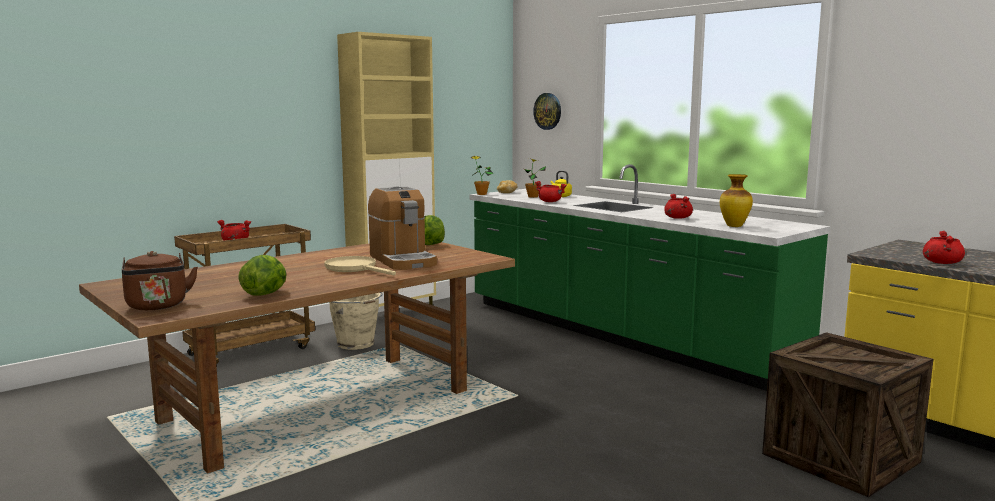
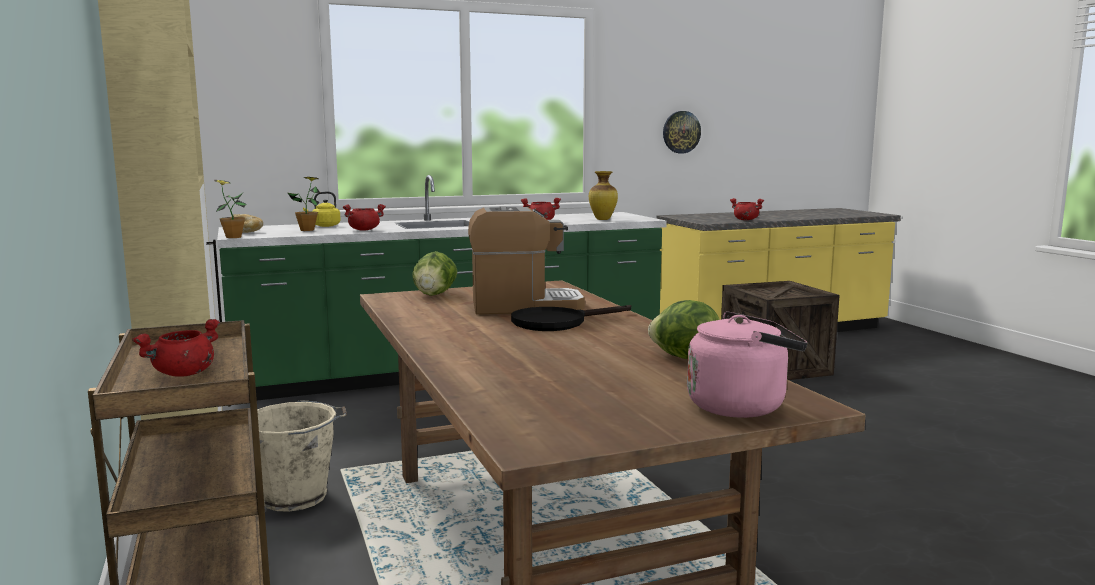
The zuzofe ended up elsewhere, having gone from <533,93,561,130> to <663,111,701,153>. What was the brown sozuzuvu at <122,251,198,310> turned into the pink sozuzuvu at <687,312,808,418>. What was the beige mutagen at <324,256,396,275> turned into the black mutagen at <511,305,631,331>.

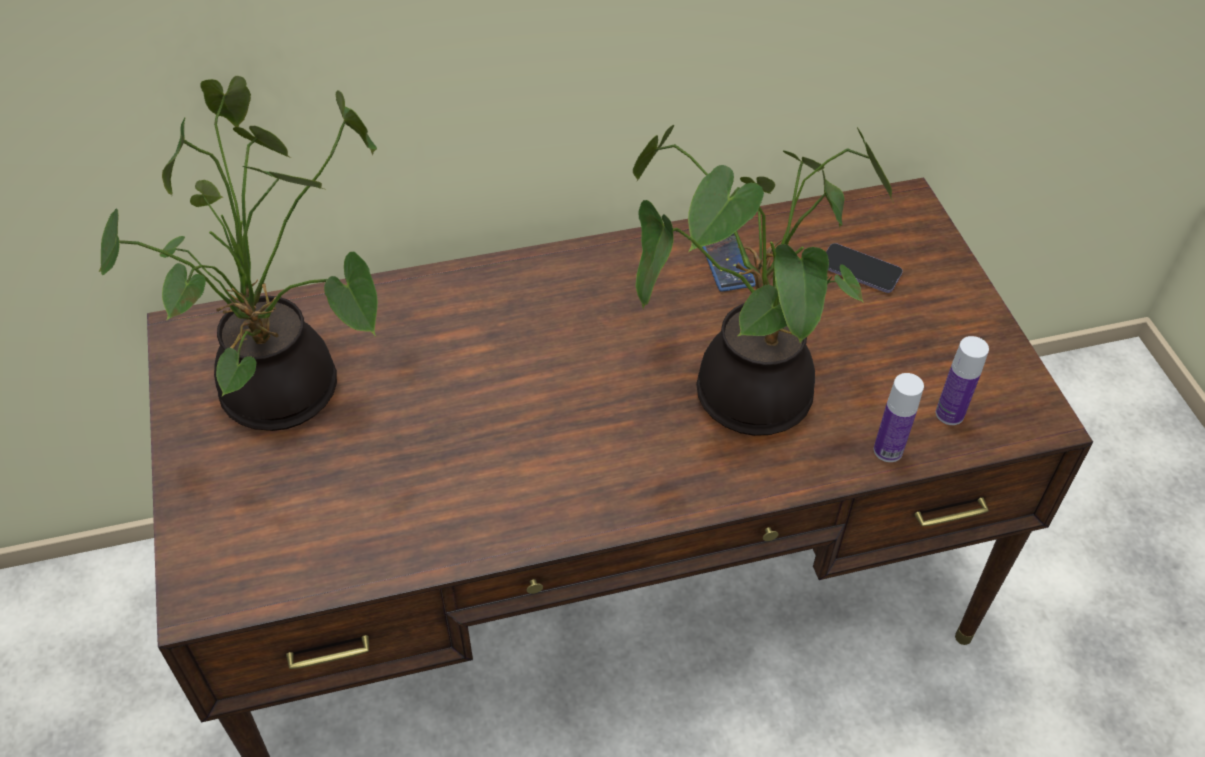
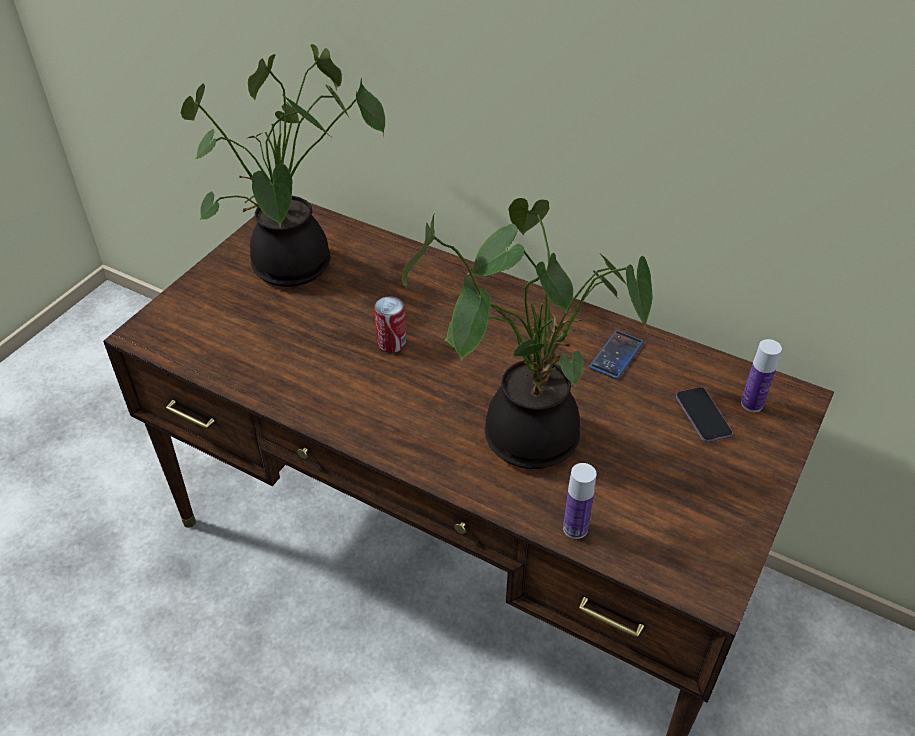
The second view gained the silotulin at <374,296,406,353>. The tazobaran ended up elsewhere, having gone from <936,336,989,425> to <741,339,782,412>.

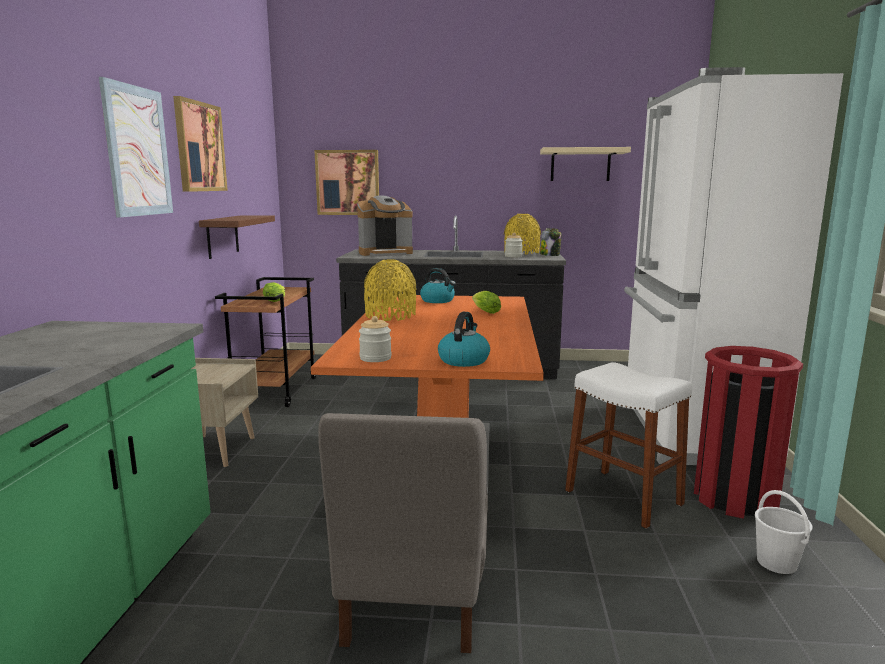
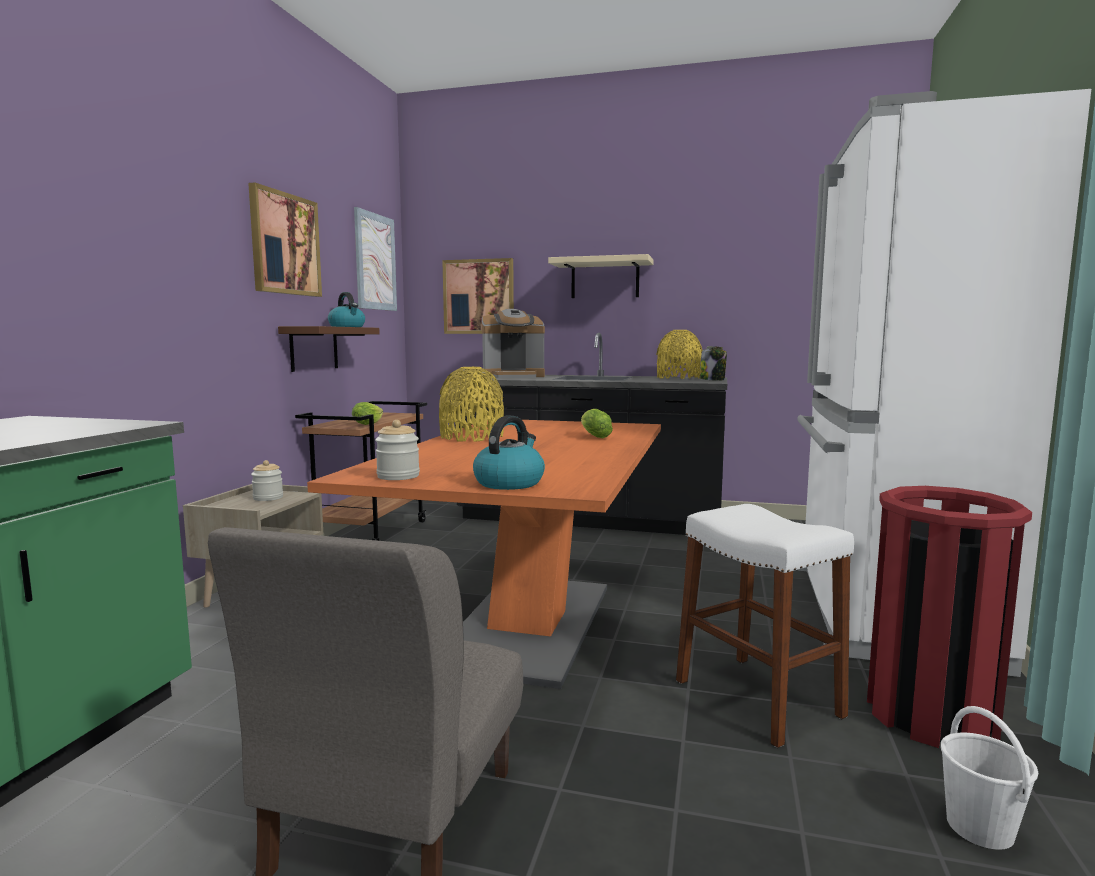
The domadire ended up elsewhere, having gone from <99,77,173,217> to <354,207,397,311>. The sozuzuvu ended up elsewhere, having gone from <420,268,456,303> to <328,292,365,327>. The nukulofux ended up elsewhere, having gone from <505,232,523,257> to <251,460,283,501>. The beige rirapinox ended up elsewhere, having gone from <540,147,631,181> to <548,254,653,298>.

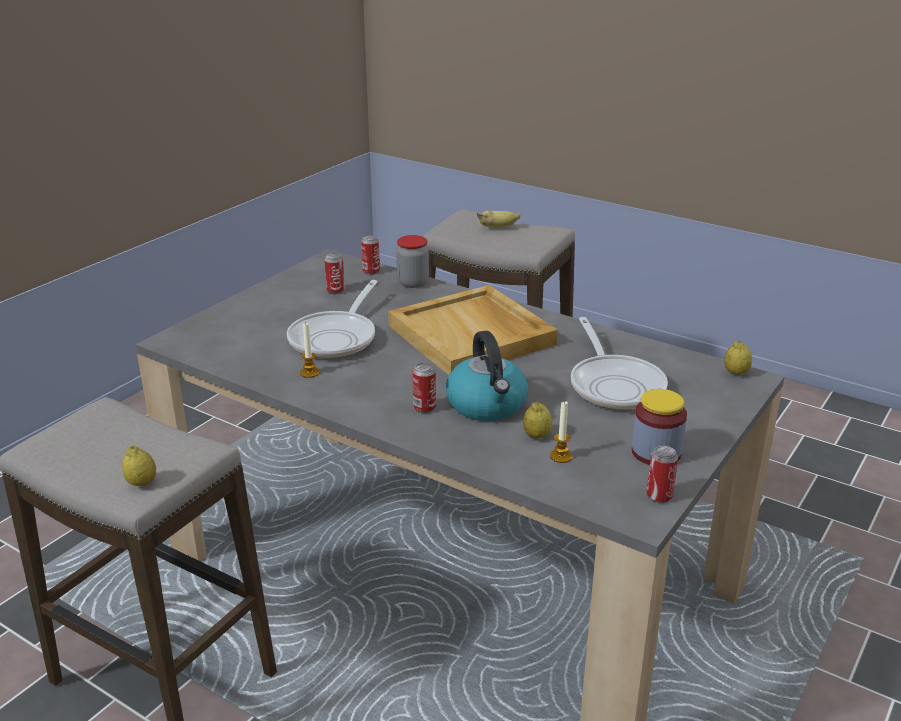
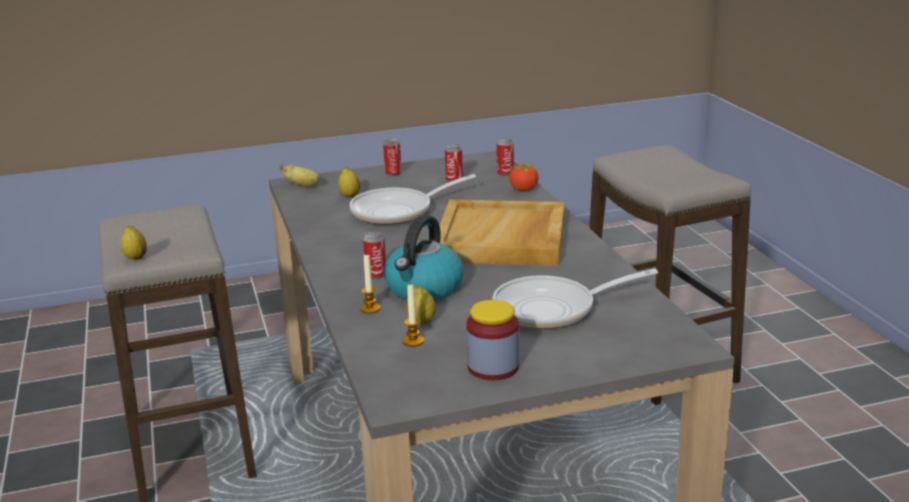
The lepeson ended up elsewhere, having gone from <300,323,319,378> to <360,253,380,314>. The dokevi ended up elsewhere, having gone from <477,211,520,227> to <280,164,320,186>. The silotulin ended up elsewhere, having gone from <647,446,678,503> to <383,138,402,176>. The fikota ended up elsewhere, having gone from <724,341,752,375> to <338,167,360,197>. Where the nukulofux stood at <396,235,429,288>, the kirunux came to stand at <507,163,539,191>. The mutagen at <571,317,668,410> ended up facing another way, 45 degrees clockwise from before.

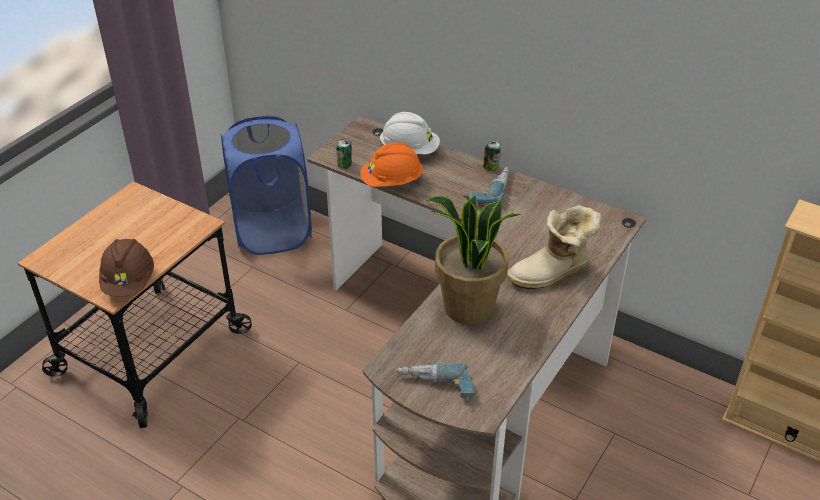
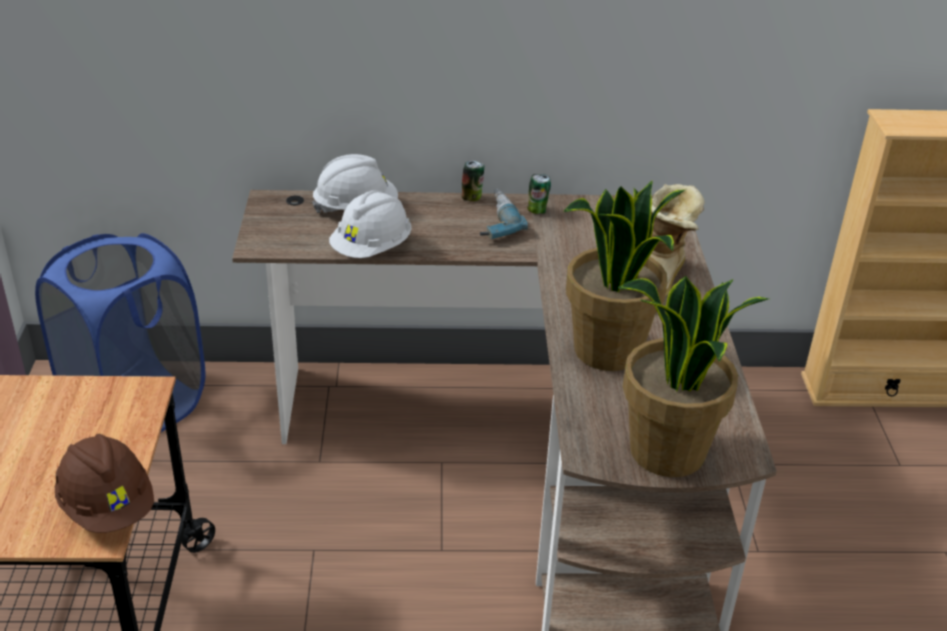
The silotulin ended up elsewhere, having gone from <336,139,352,169> to <527,174,551,214>. Where the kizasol stood at <395,364,475,403>, the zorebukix came to stand at <618,276,769,477>. What was the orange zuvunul at <360,142,423,187> turned into the white zuvunul at <329,190,412,258>.

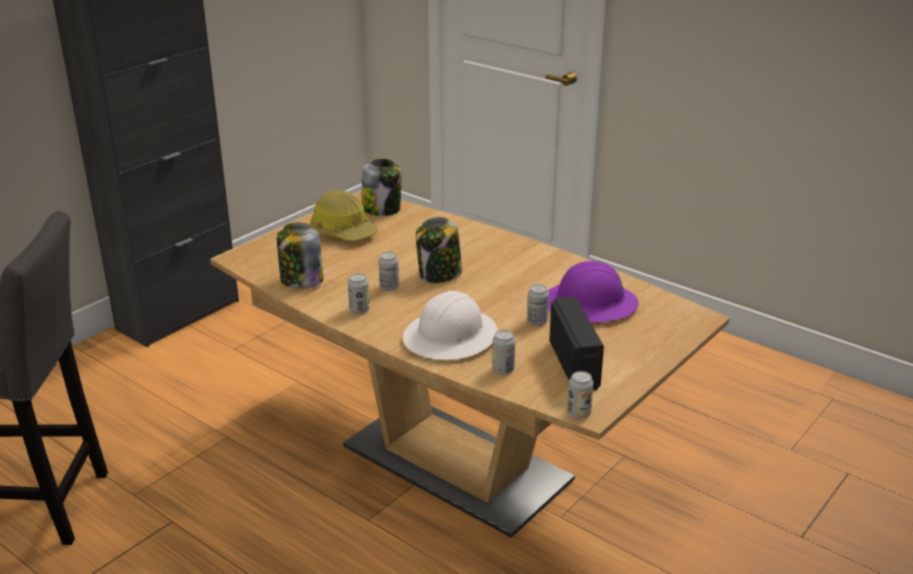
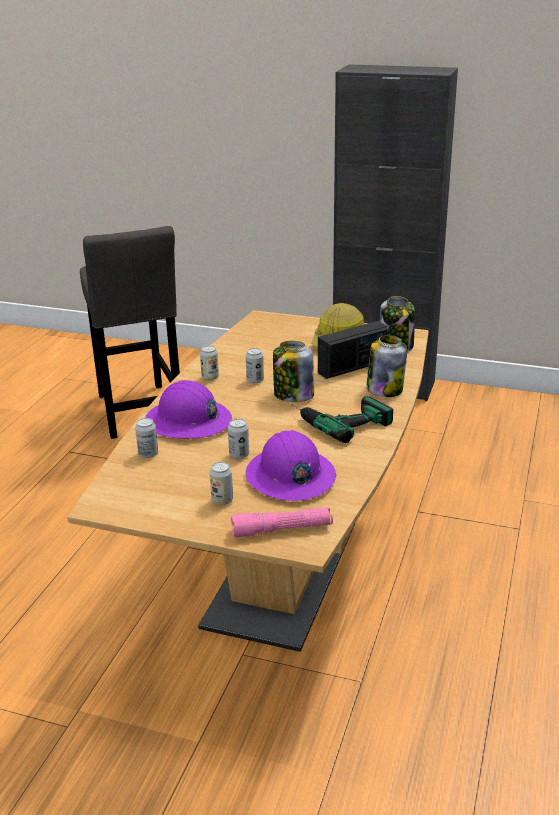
The second view gained the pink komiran at <231,507,333,537>. The second view gained the kizasol at <292,396,393,443>. The nukulofux ended up elsewhere, having gone from <277,223,323,288> to <366,335,407,397>. The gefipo ended up elsewhere, having gone from <549,297,604,391> to <318,321,387,379>. The silotulin ended up elsewhere, having gone from <567,371,594,418> to <210,462,233,505>. What was the white zuvunul at <403,291,498,360> turned into the purple zuvunul at <146,380,232,438>.

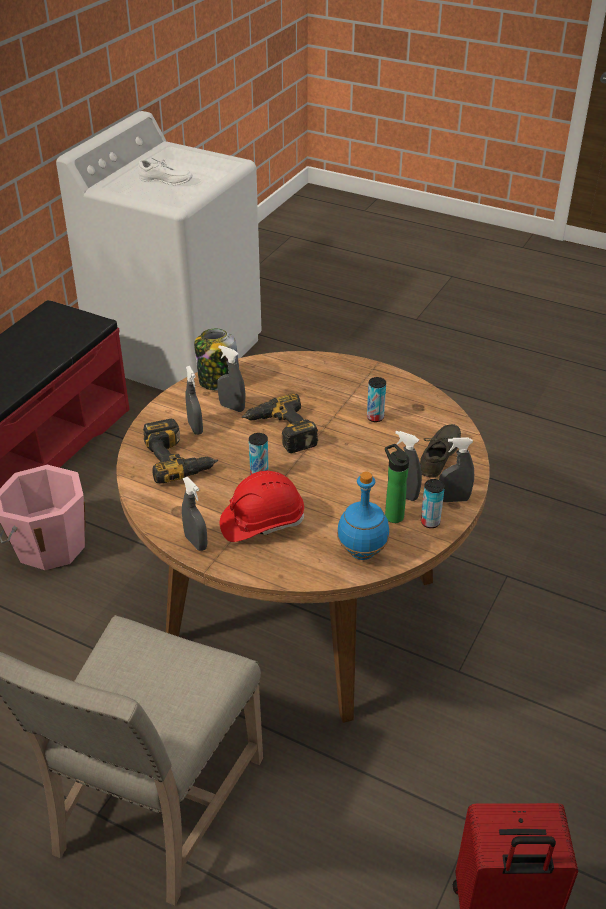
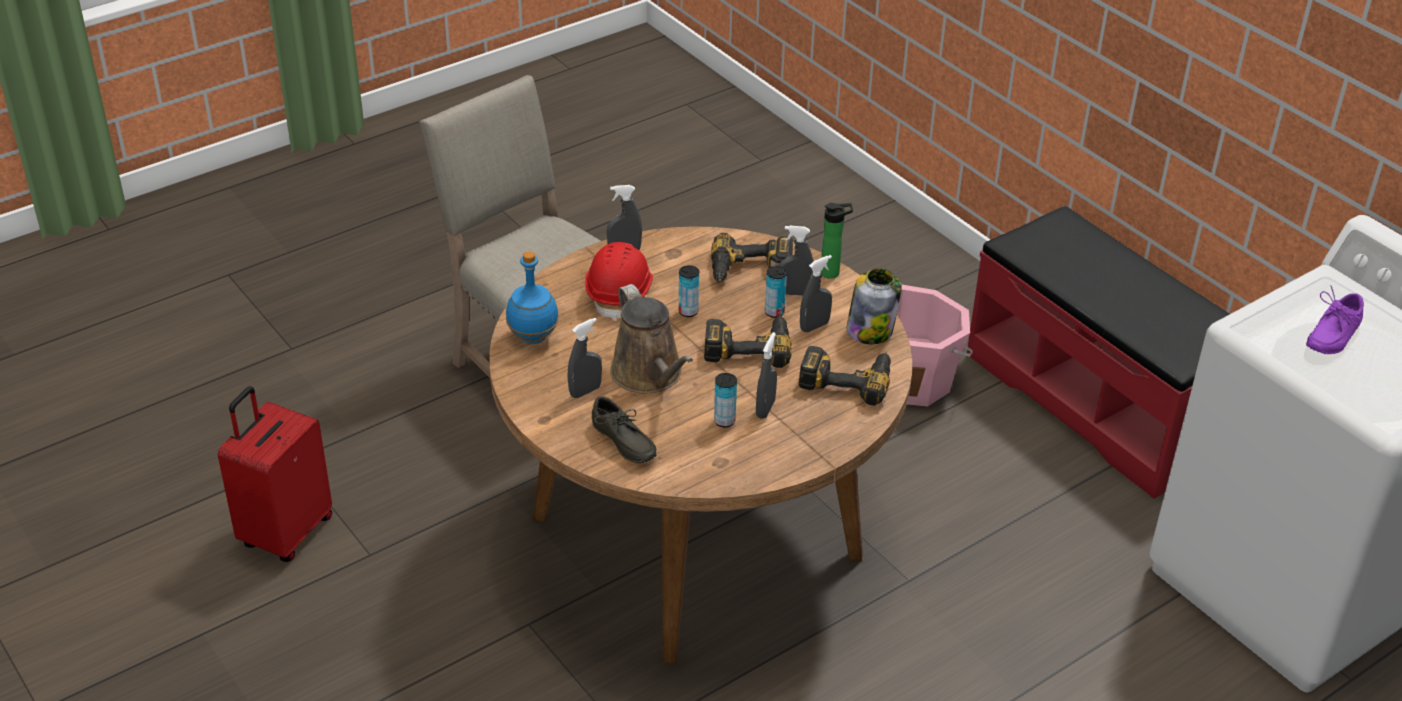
The second view gained the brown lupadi at <610,284,693,394>. The second view gained the kizasol at <799,346,891,405>. The tazobaran ended up elsewhere, having gone from <385,444,409,523> to <821,203,853,279>. The silotulin ended up elsewhere, having gone from <421,479,445,528> to <765,266,787,318>. The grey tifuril ended up elsewhere, having gone from <439,437,474,502> to <756,332,777,419>. What was the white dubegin at <138,157,193,185> turned into the purple dubegin at <1306,285,1364,354>.

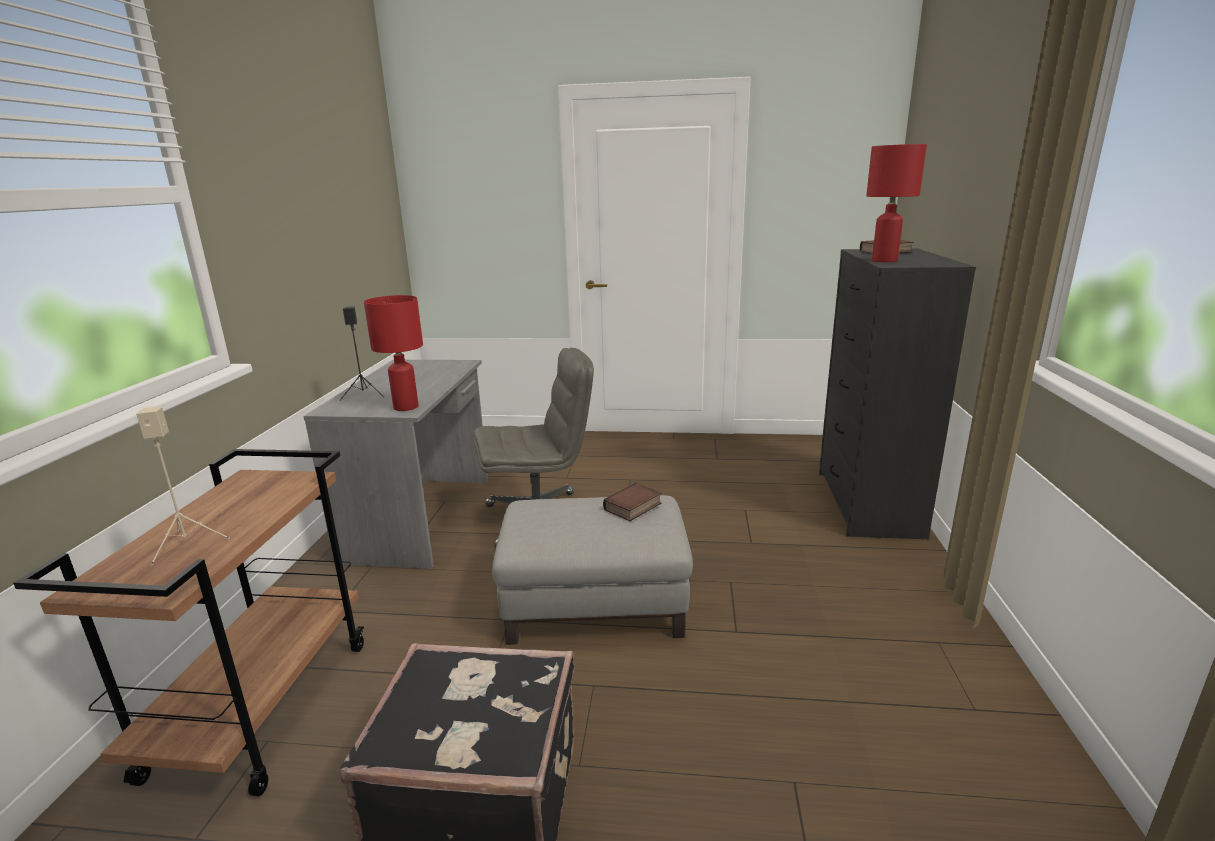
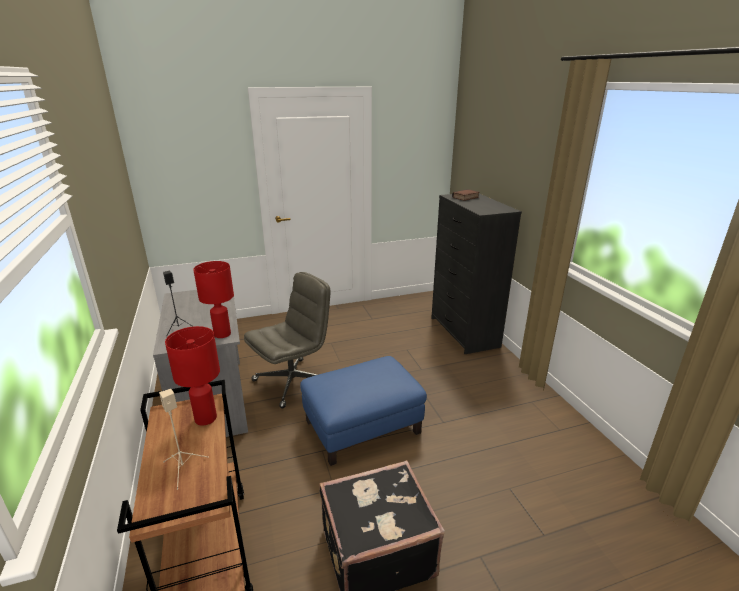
The second view lost the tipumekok at <603,483,662,521>. The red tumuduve ended up elsewhere, having gone from <866,144,927,262> to <165,326,220,426>. What was the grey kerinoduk at <492,495,693,645> turned into the blue kerinoduk at <300,356,427,466>.

